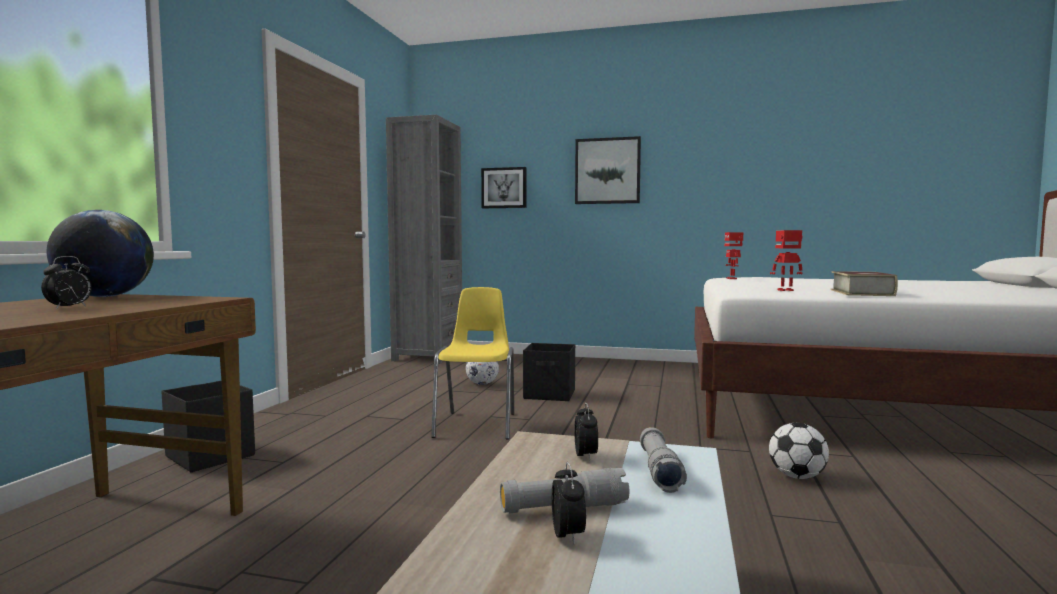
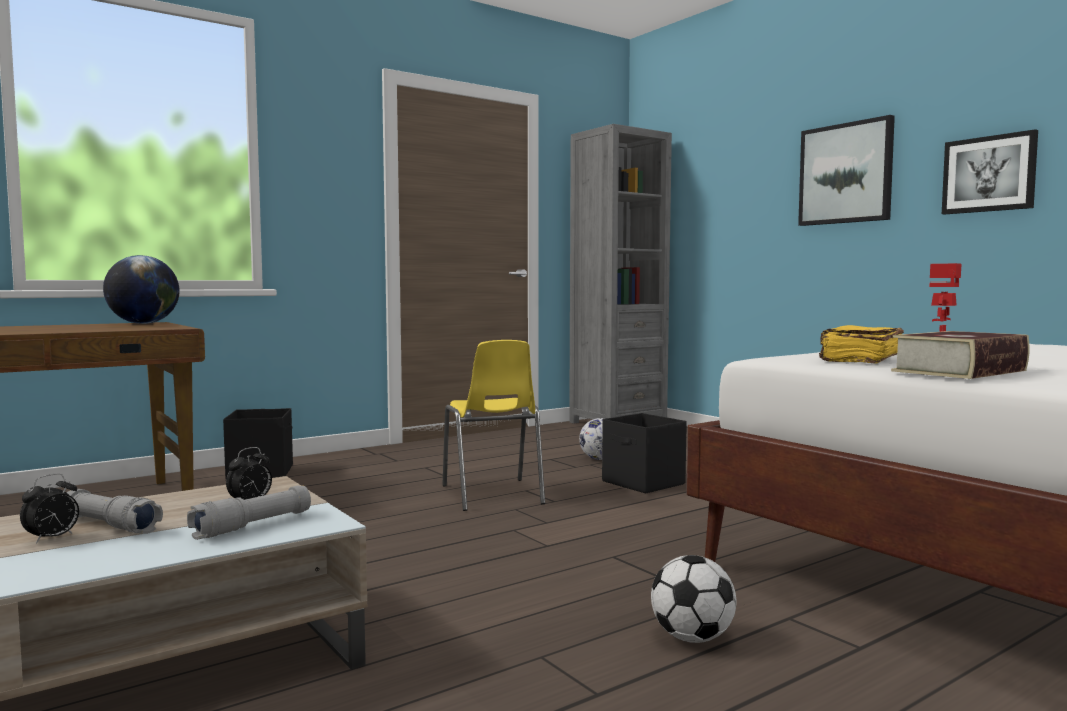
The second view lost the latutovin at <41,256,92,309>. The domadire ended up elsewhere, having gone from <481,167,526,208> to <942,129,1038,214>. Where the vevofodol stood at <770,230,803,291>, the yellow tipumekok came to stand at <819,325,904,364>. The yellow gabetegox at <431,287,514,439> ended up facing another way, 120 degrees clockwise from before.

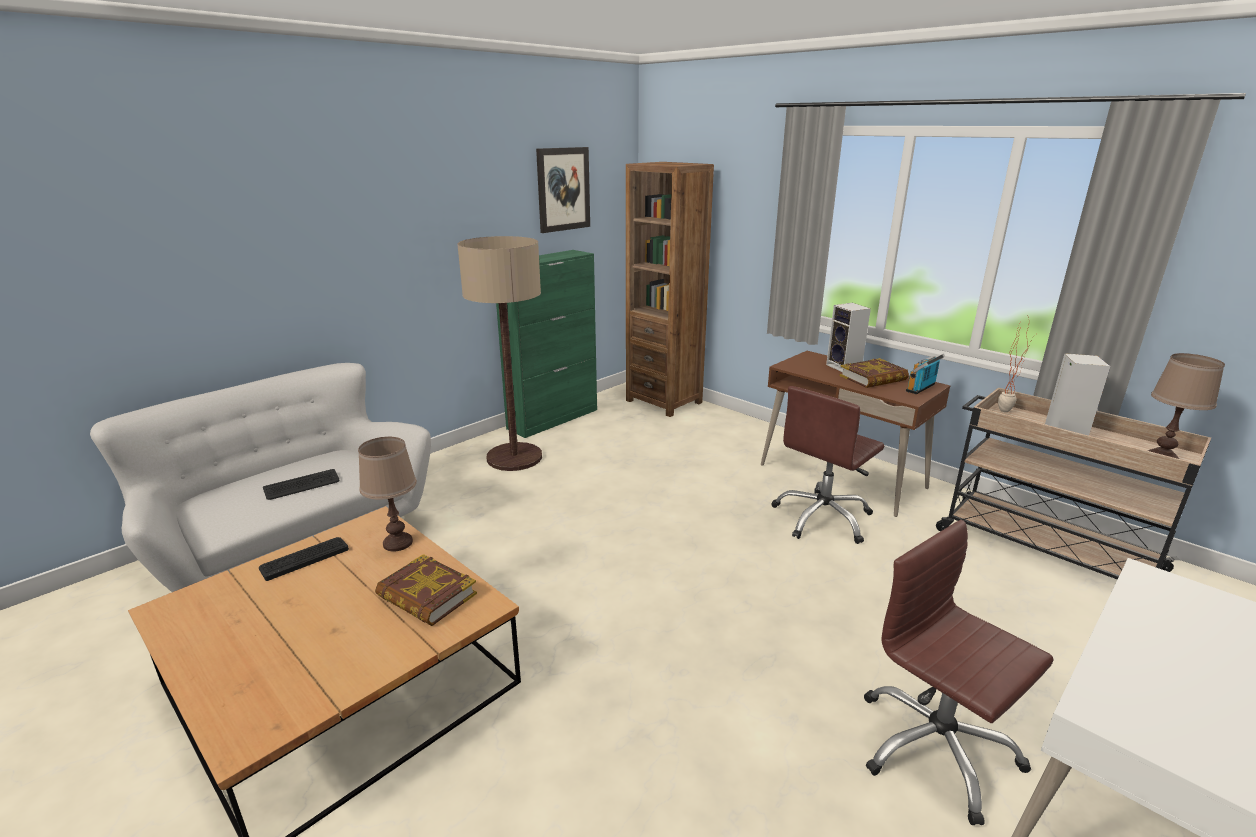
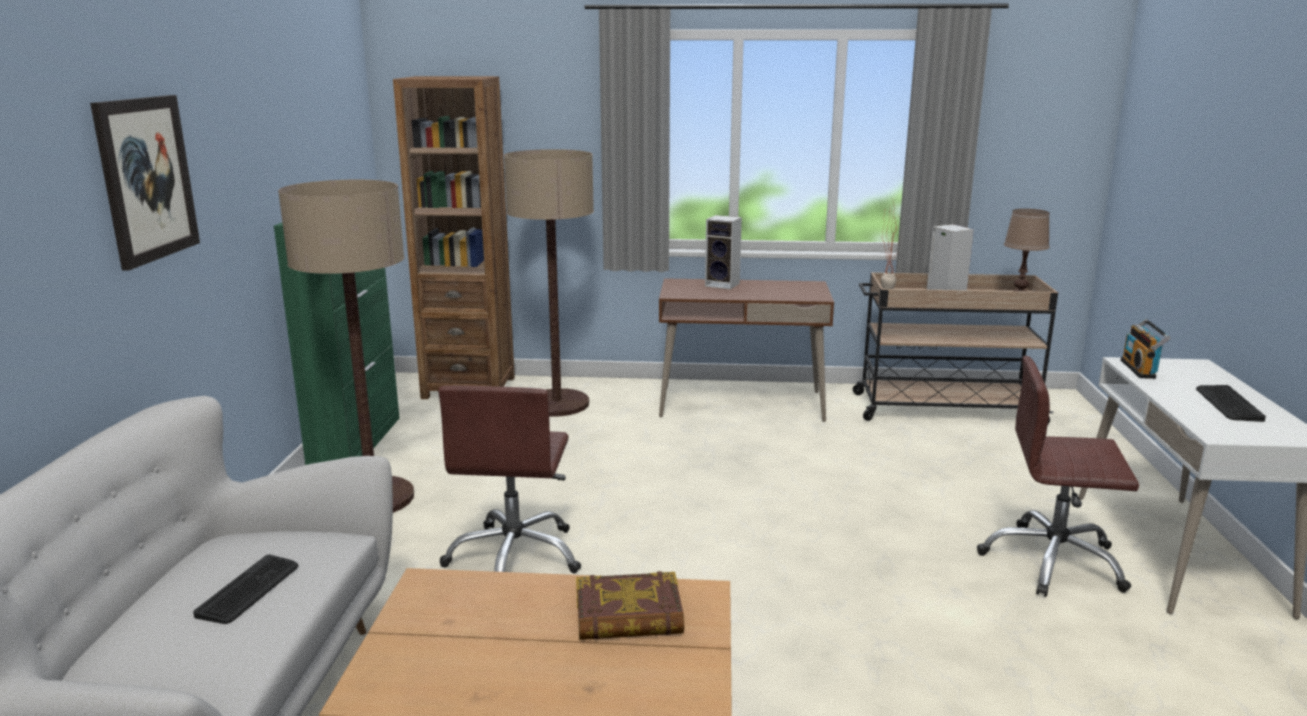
The second view lost the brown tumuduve at <358,437,417,552>. The second view lost the tipumekok at <839,358,909,388>. The second view gained the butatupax at <504,149,594,417>. The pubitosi ended up elsewhere, having gone from <259,537,349,581> to <1196,385,1266,422>. The domadire ended up elsewhere, having gone from <536,147,590,233> to <90,95,200,271>. The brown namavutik ended up elsewhere, having gone from <771,386,884,544> to <438,386,581,574>. The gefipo ended up elsewhere, having gone from <906,354,945,395> to <1121,319,1171,379>.

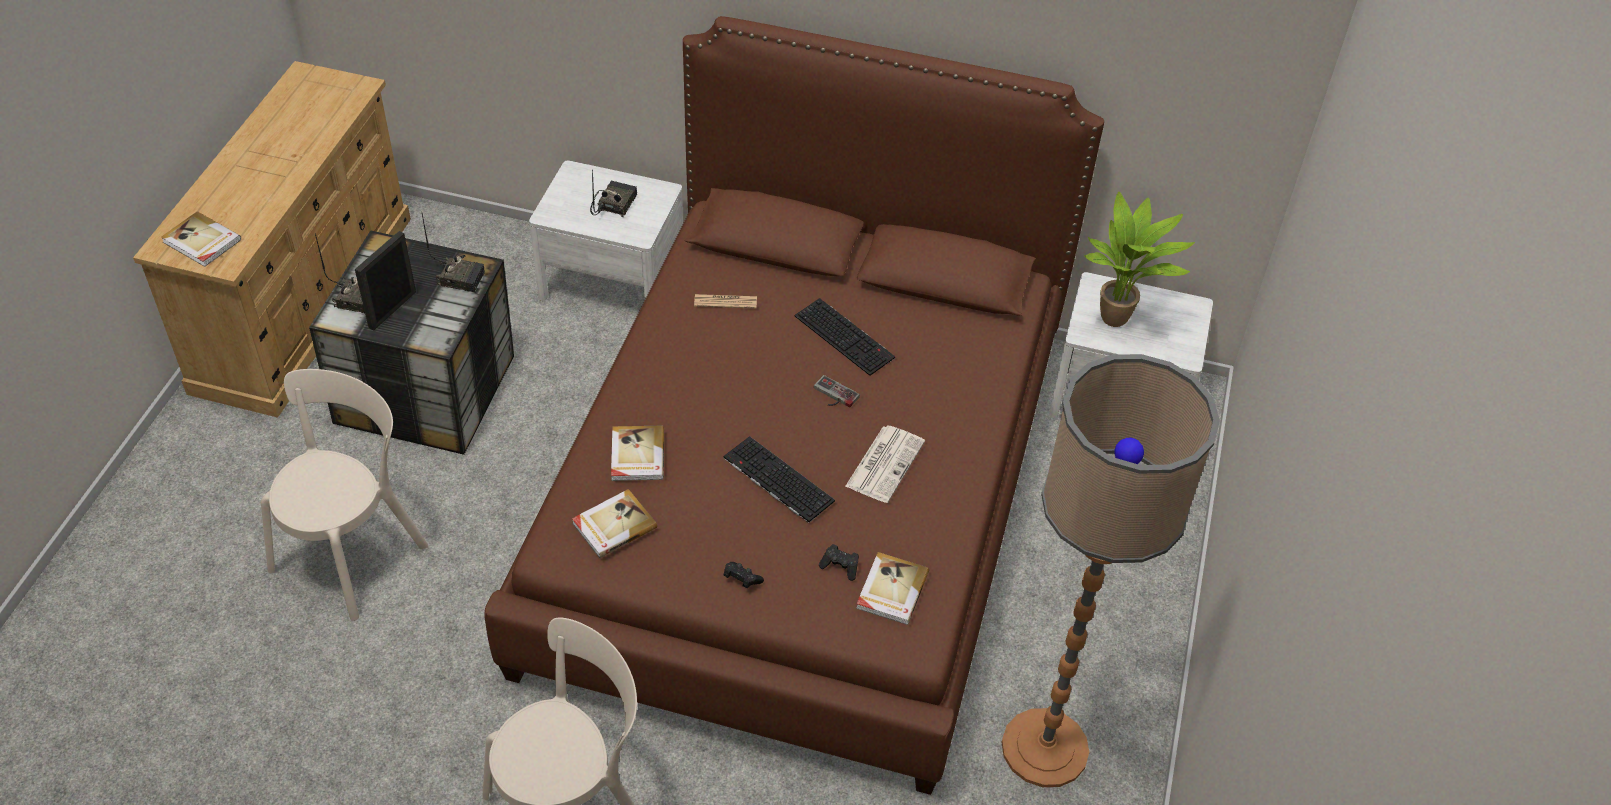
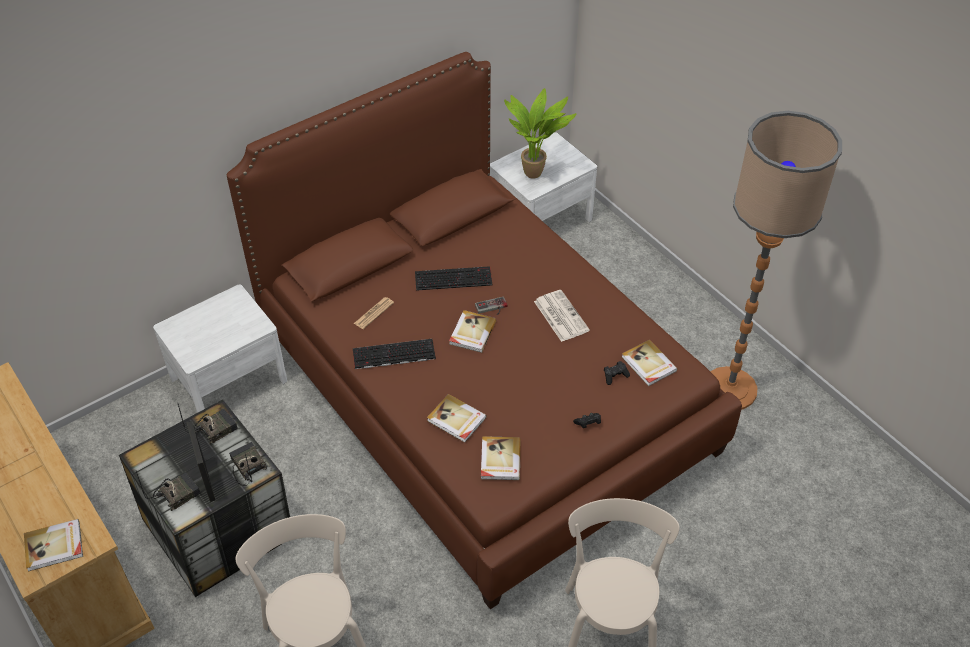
The second view gained the tipumekok at <449,310,496,353>. The gefipo ended up elsewhere, having gone from <590,169,637,217> to <230,442,267,486>. The pubitosi ended up elsewhere, having gone from <723,436,835,523> to <353,339,436,369>.

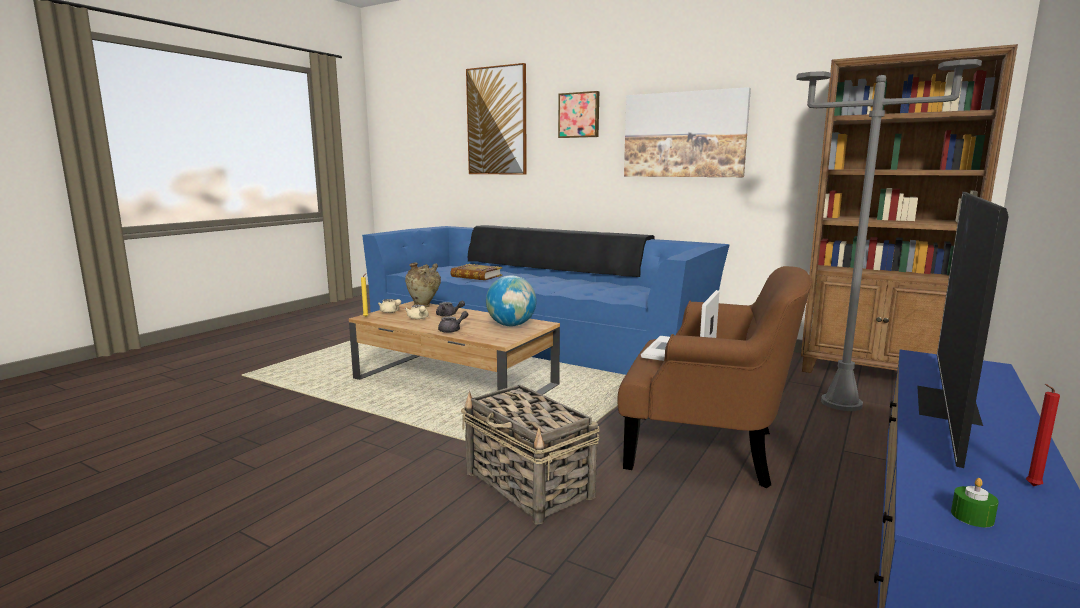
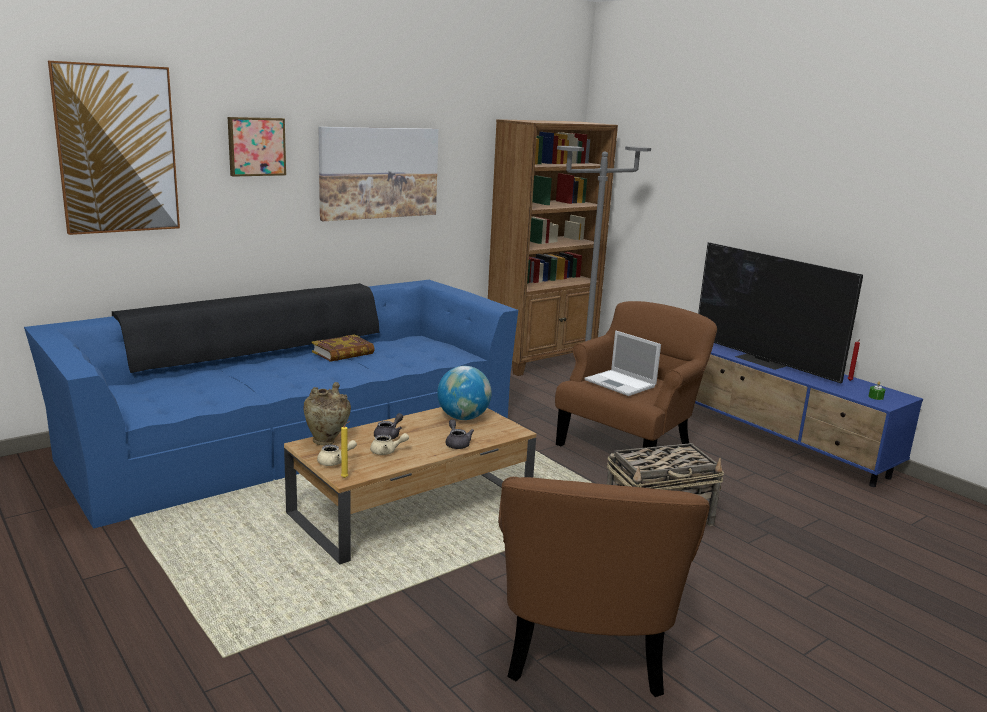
The second view gained the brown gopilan at <498,477,710,697>. The tipumekok ended up elsewhere, having gone from <450,264,502,280> to <312,334,375,362>.

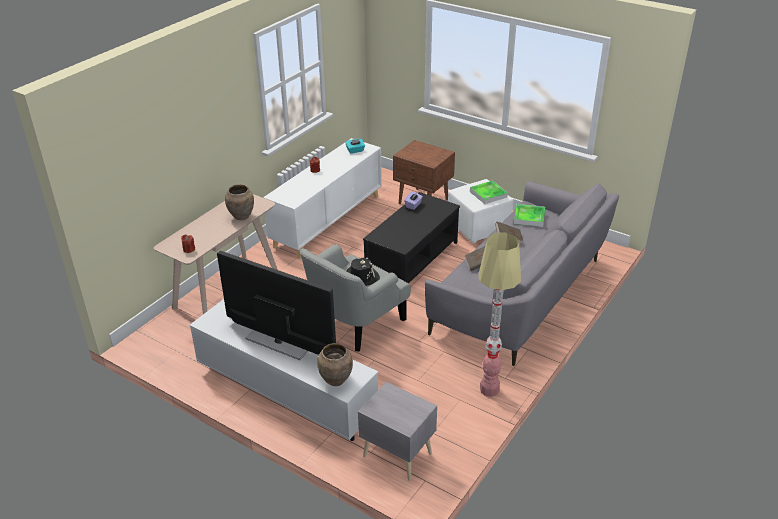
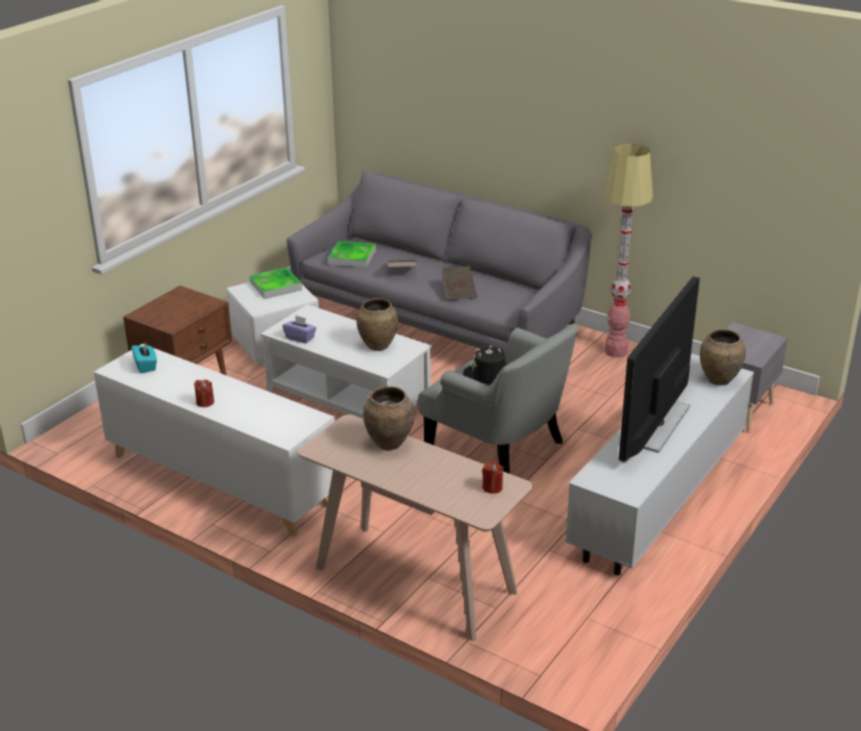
The second view gained the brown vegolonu at <356,298,398,351>. What was the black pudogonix at <363,192,460,283> turned into the white pudogonix at <261,304,432,419>.

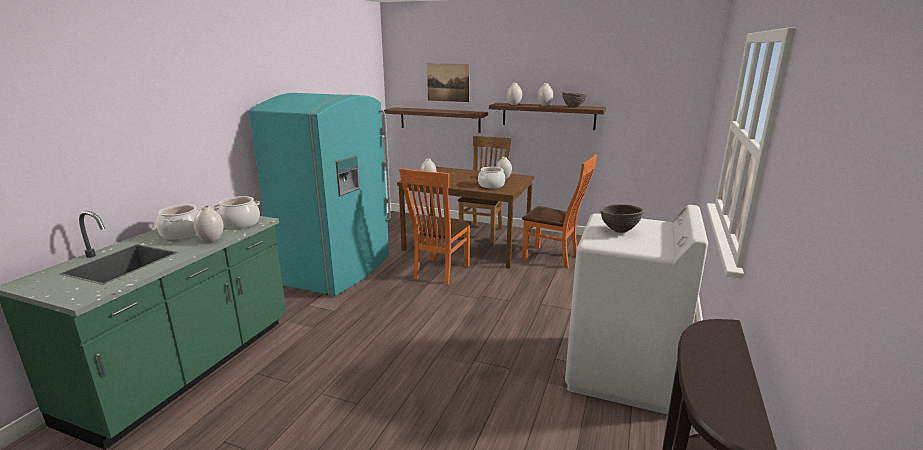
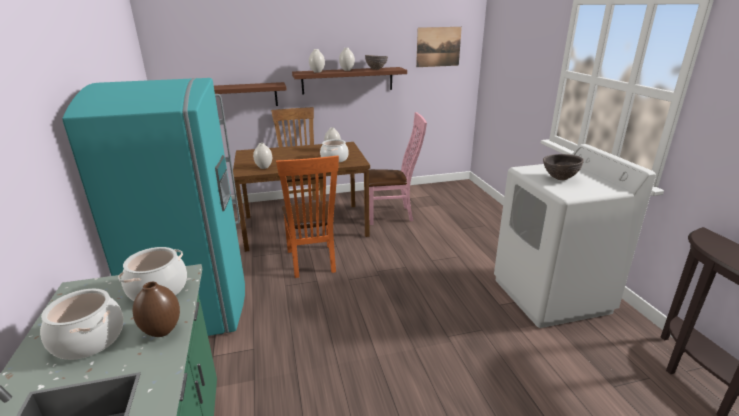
The domadire ended up elsewhere, having gone from <427,63,469,102> to <416,27,462,67>. What was the white vegolonu at <194,206,224,243> turned into the brown vegolonu at <132,282,180,337>. What was the orange gabetegox at <522,154,597,269> turned into the pink gabetegox at <369,112,427,225>.

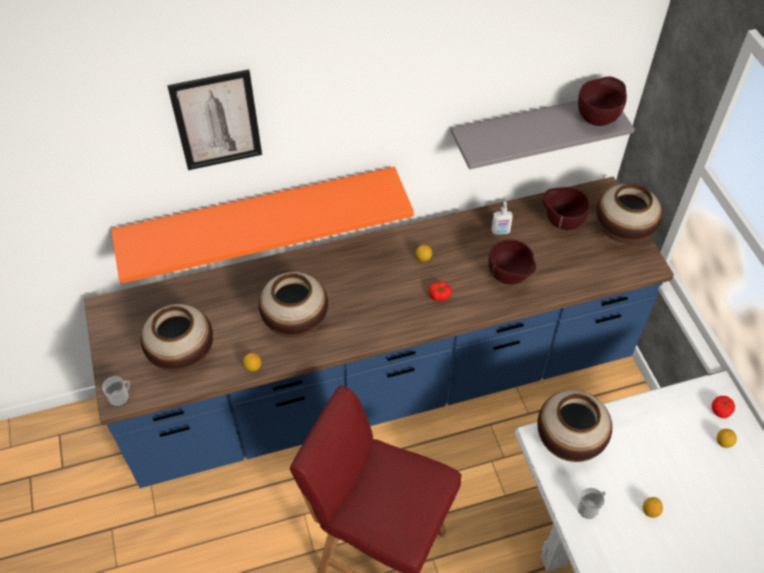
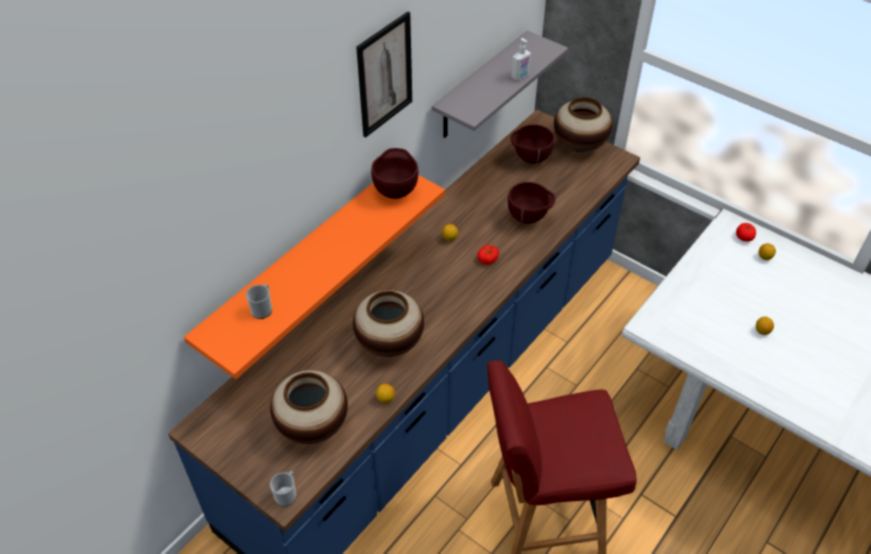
The second view lost the vegolonu at <537,390,612,462>. The domadire ended up elsewhere, having gone from <167,69,262,170> to <356,12,412,138>. The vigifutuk ended up elsewhere, having gone from <491,201,513,235> to <511,38,531,80>. The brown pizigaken ended up elsewhere, having gone from <578,76,627,126> to <371,148,418,199>. The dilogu ended up elsewhere, having gone from <578,488,606,519> to <246,284,272,319>.

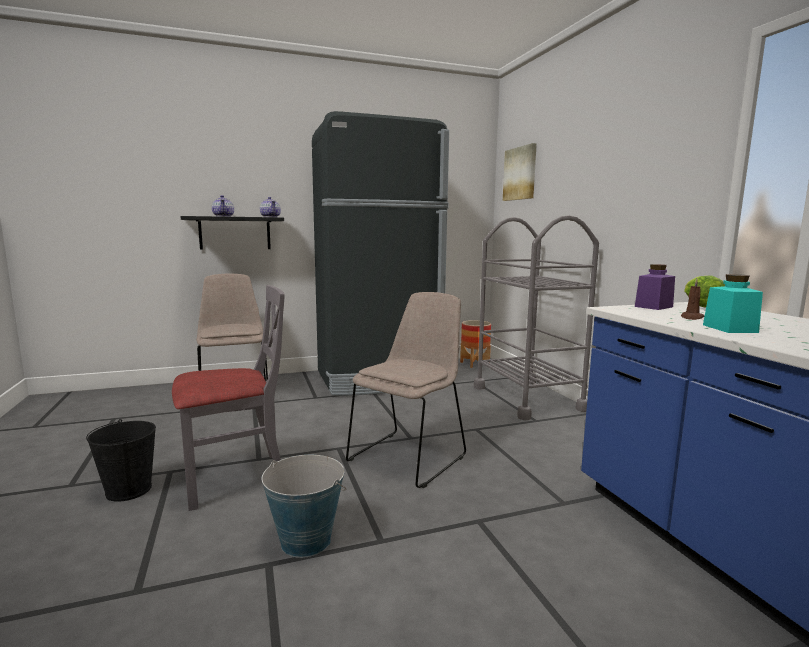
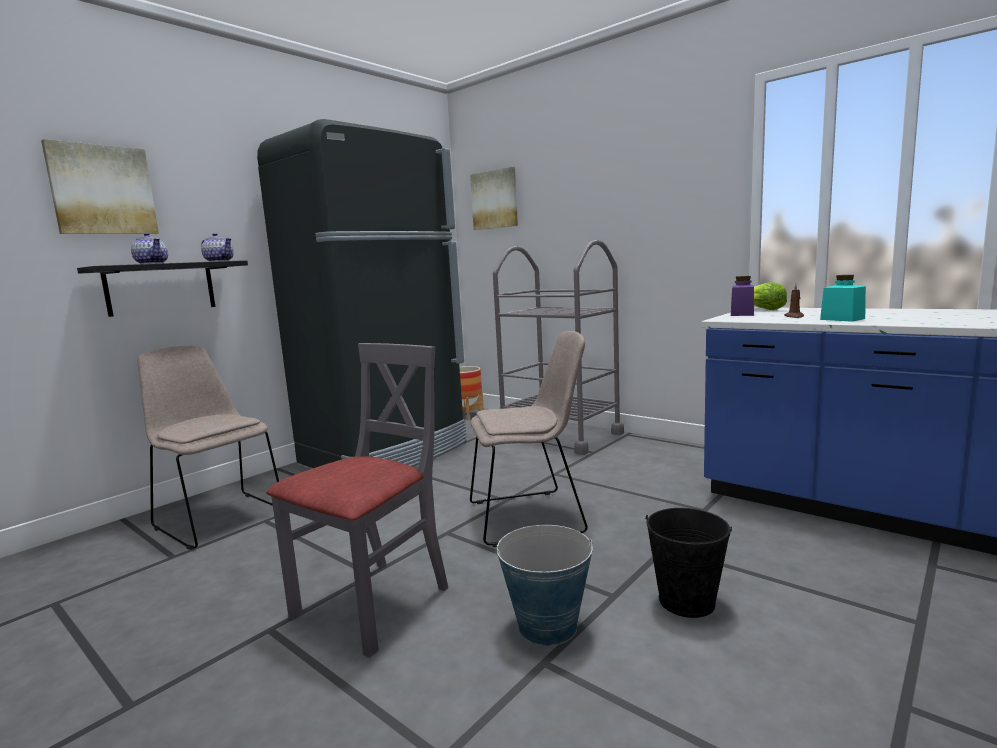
The second view gained the domadire at <41,139,159,234>. The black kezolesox ended up elsewhere, having gone from <86,419,156,502> to <645,508,732,618>. The beige gabetegox at <346,292,466,488> ended up facing another way, 75 degrees clockwise from before.

